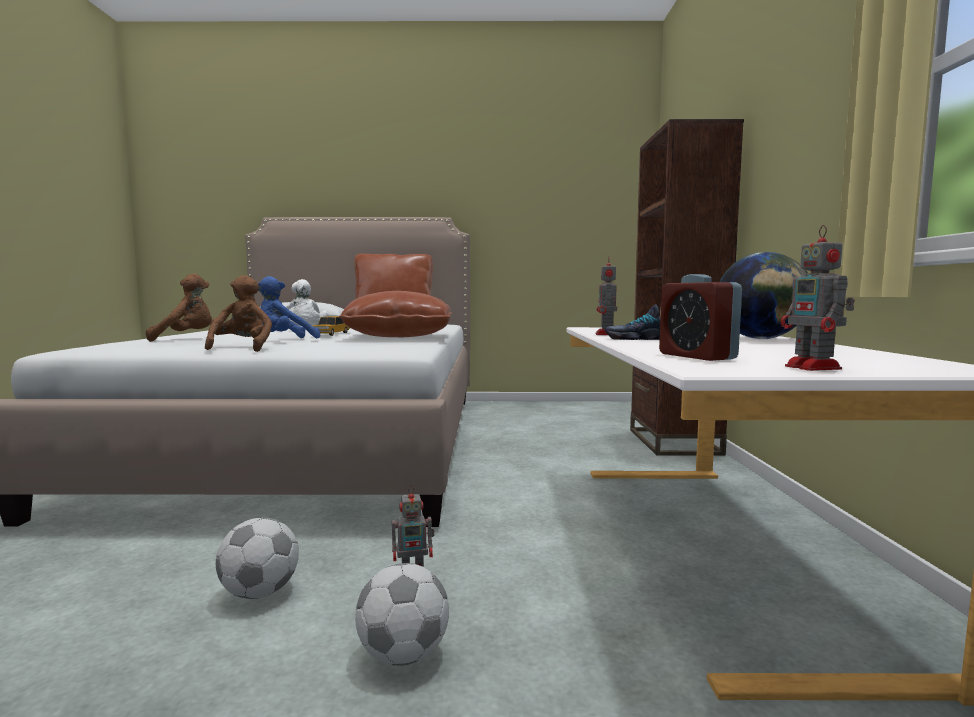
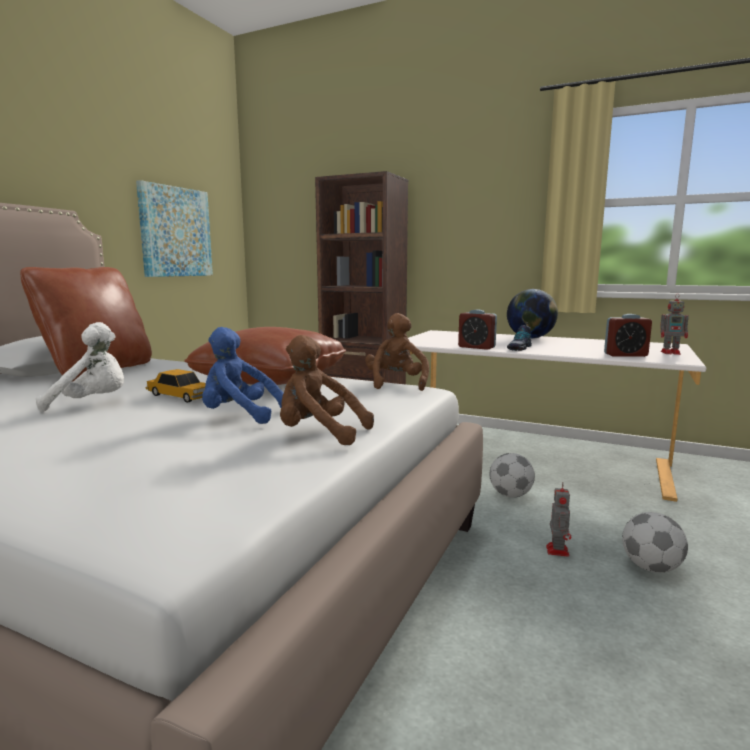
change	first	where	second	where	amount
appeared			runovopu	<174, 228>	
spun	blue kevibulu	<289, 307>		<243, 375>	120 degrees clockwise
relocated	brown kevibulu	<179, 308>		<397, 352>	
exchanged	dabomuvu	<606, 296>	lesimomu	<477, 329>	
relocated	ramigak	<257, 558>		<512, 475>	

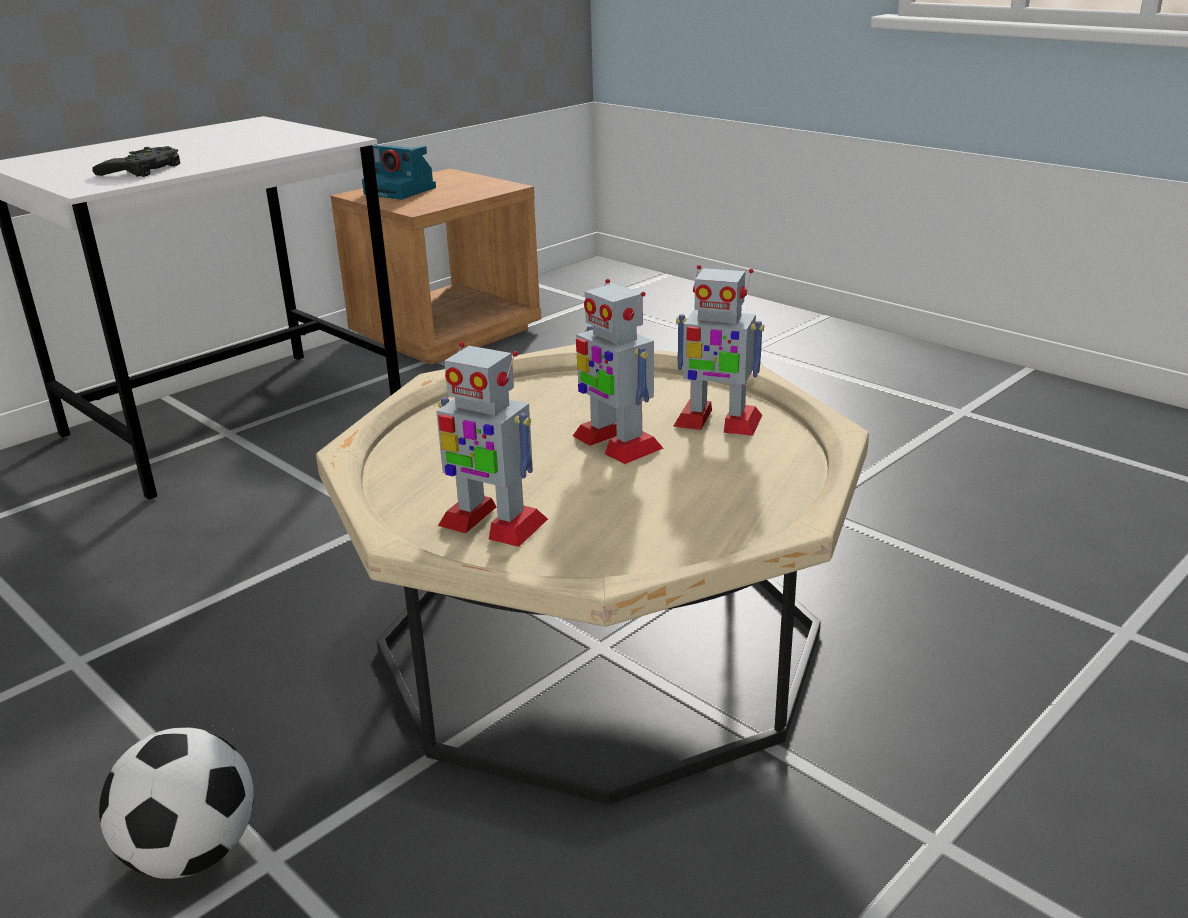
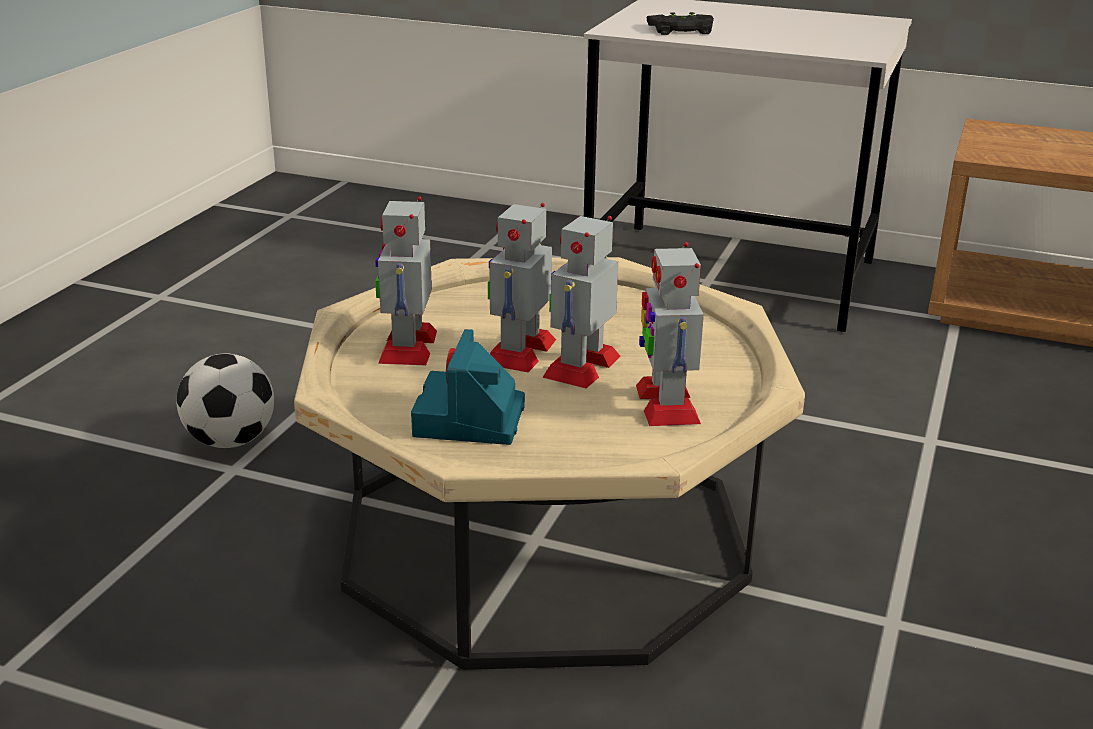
change	first	where	second	where	amount
relocated	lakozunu	<399, 172>		<468, 387>	
appeared			dabomuvu	<522, 287>	

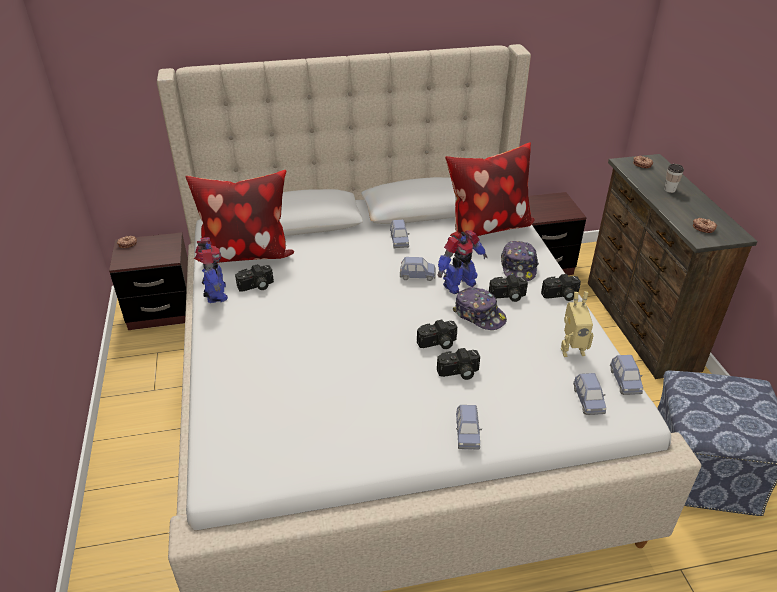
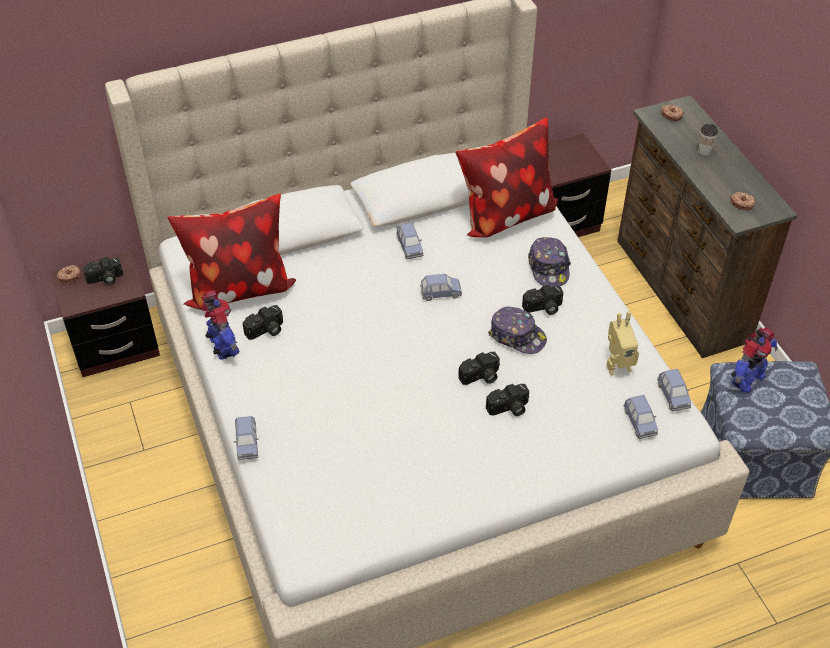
change	first	where	second	where	amount
relocated	lakozunu	<561, 287>		<103, 271>	
relocated	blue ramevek	<469, 427>		<246, 438>	
relocated	dabomuvu	<462, 262>		<754, 360>	

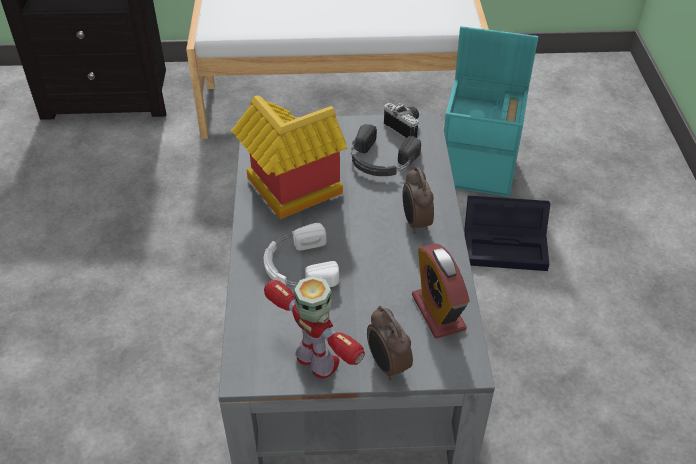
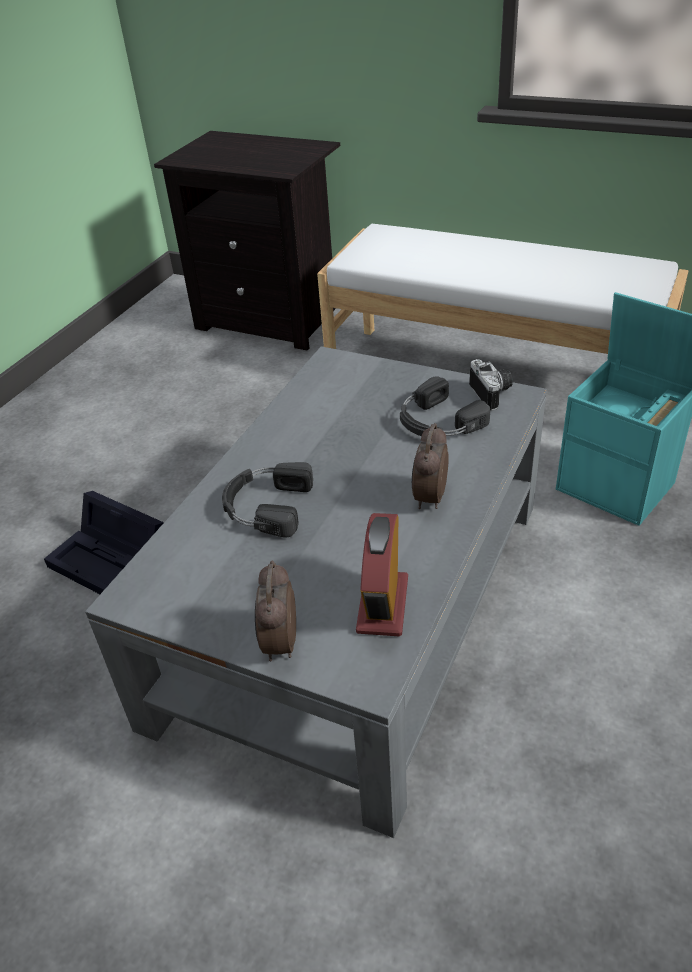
change	first	where	second	where	amount
relocated	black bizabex	<507, 233>		<104, 542>	
colour	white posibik	<301, 255>	black posibik	<267, 500>	
missing	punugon	<289, 157>			
missing	dabomuvu	<314, 327>			

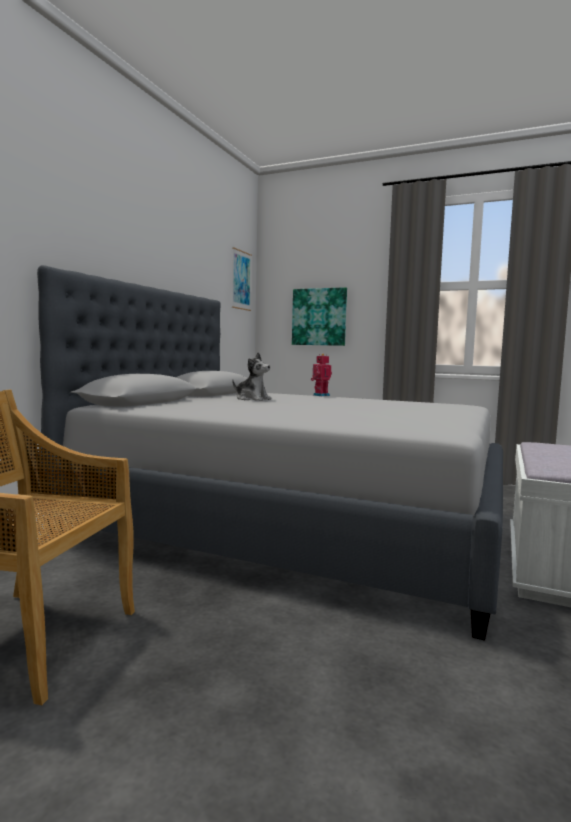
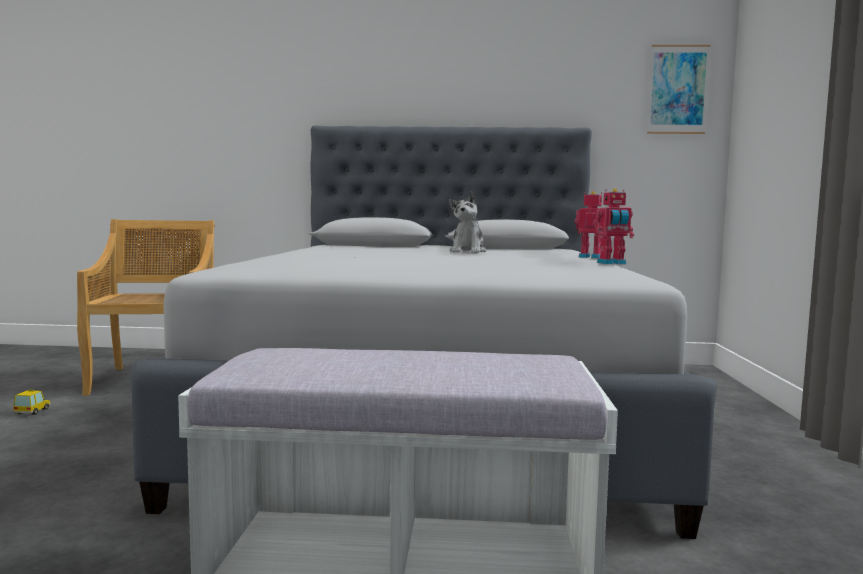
change	first	where	second	where	amount
appeared			ramevek	<32, 402>	
appeared			dabomuvu	<614, 226>	
missing	runovopu	<319, 316>			

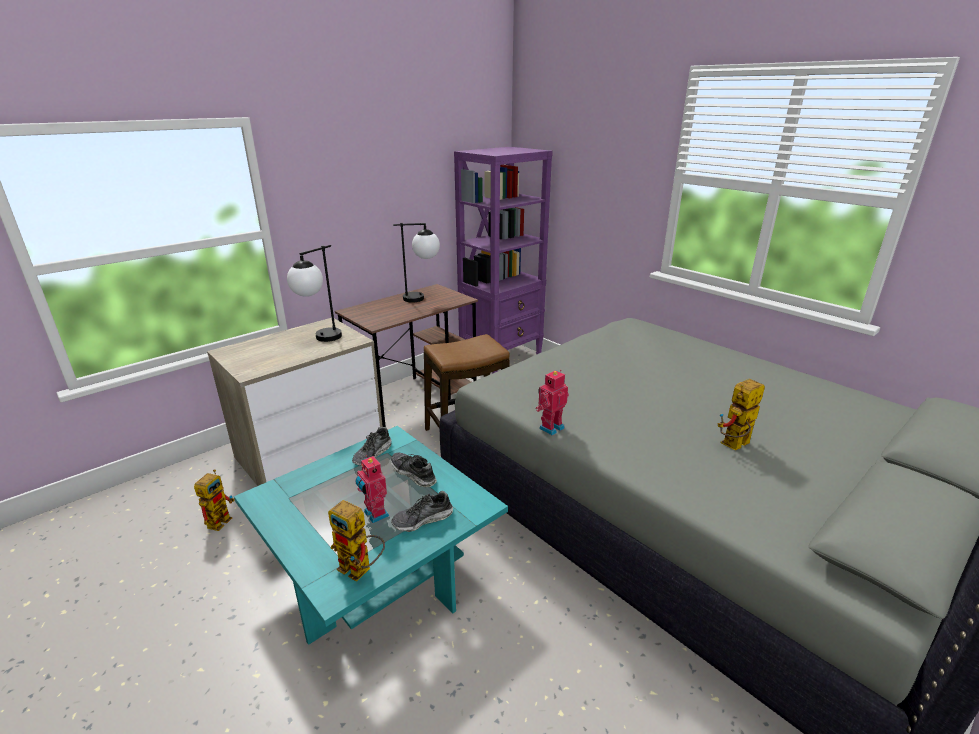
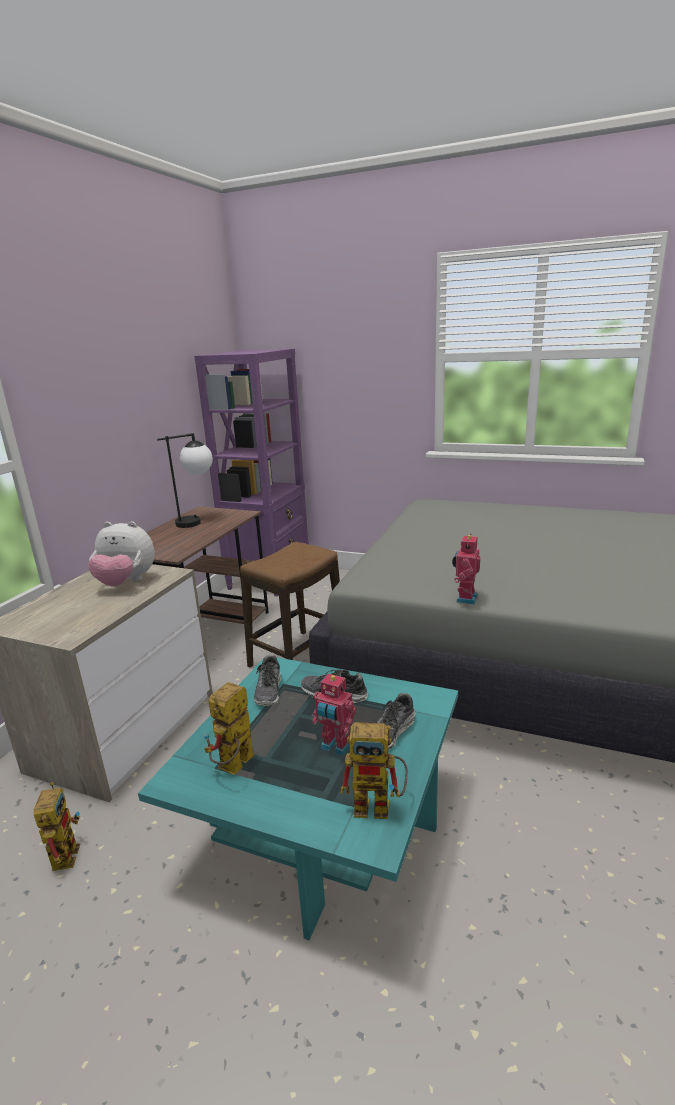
change	first	where	second	where	amount
exchanged	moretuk	<314, 293>	kevibulu	<121, 554>	
relocated	dabomuvu	<741, 414>		<229, 728>	

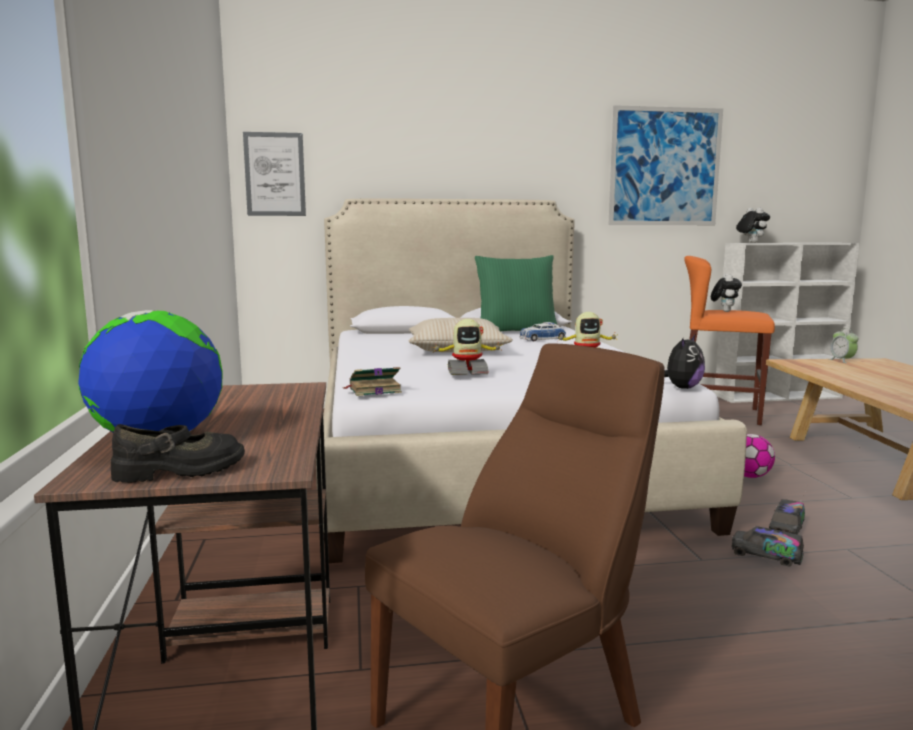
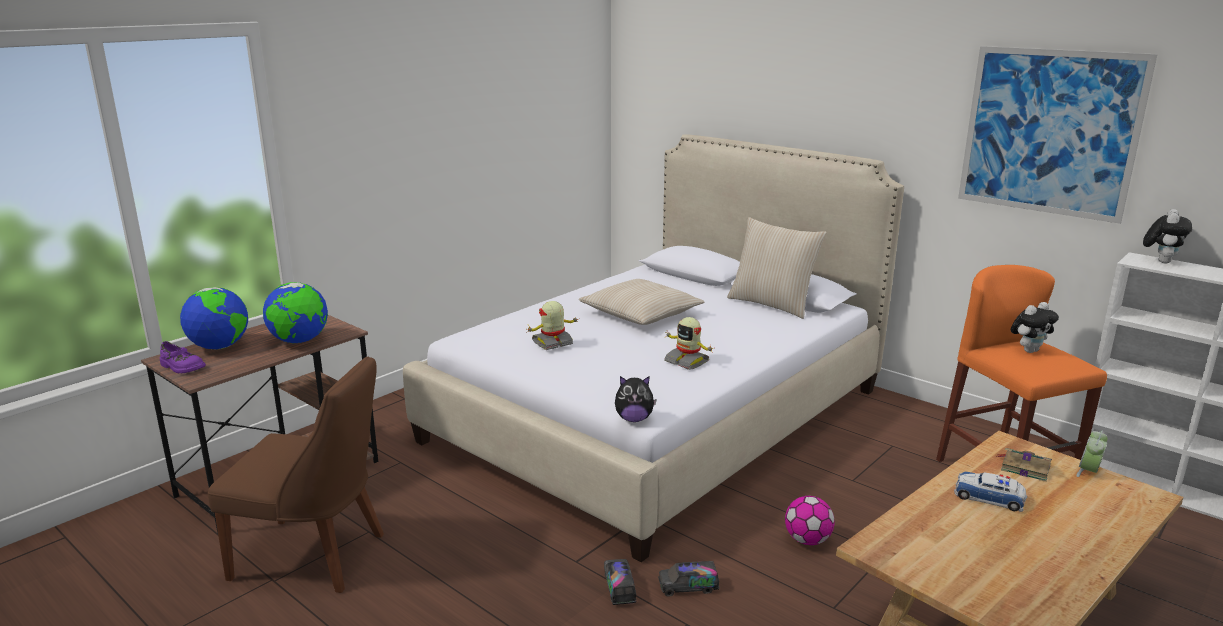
change	first	where	second	where	amount
colour	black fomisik	<178, 453>	purple fomisik	<183, 357>	
appeared			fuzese	<295, 312>	
spun	dabomuvu	<466, 347>		<553, 325>	105 degrees clockwise
colour	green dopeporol	<516, 293>	beige dopeporol	<777, 268>	
relocated	ramevek	<543, 331>		<990, 492>	
relocated	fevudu	<372, 381>		<1024, 465>	
missing	runovopu	<274, 174>			

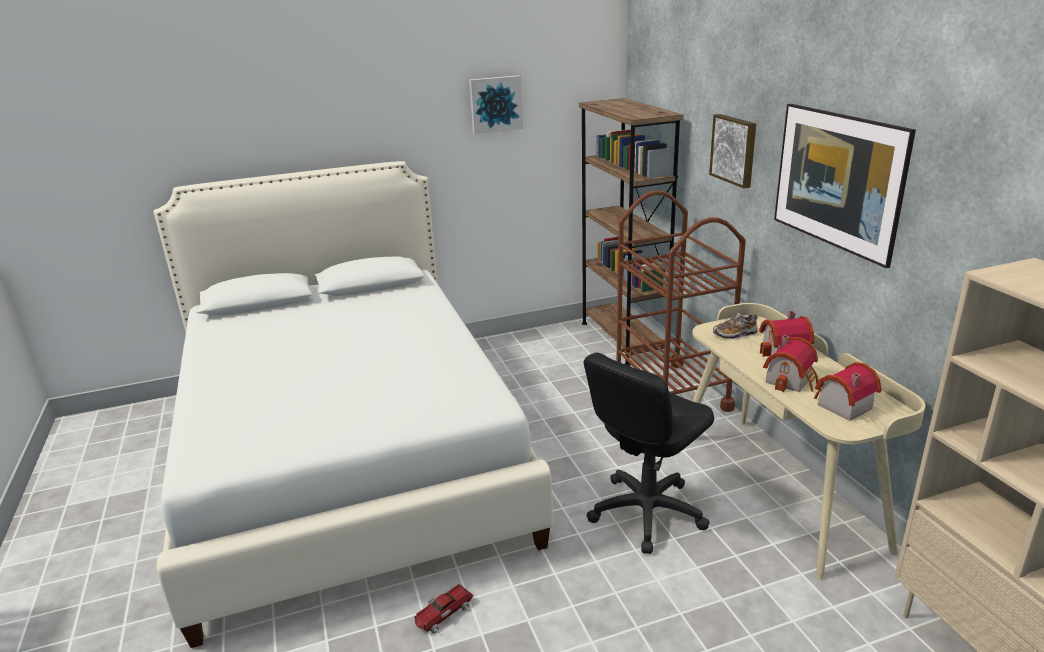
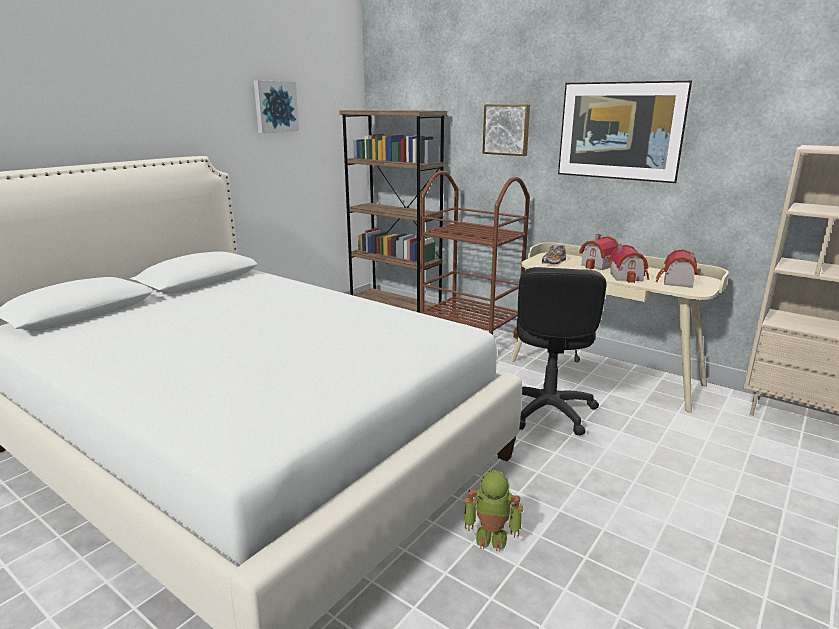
change	first	where	second	where	amount
exchanged	ramevek	<443, 608>	dabomuvu	<493, 511>	

